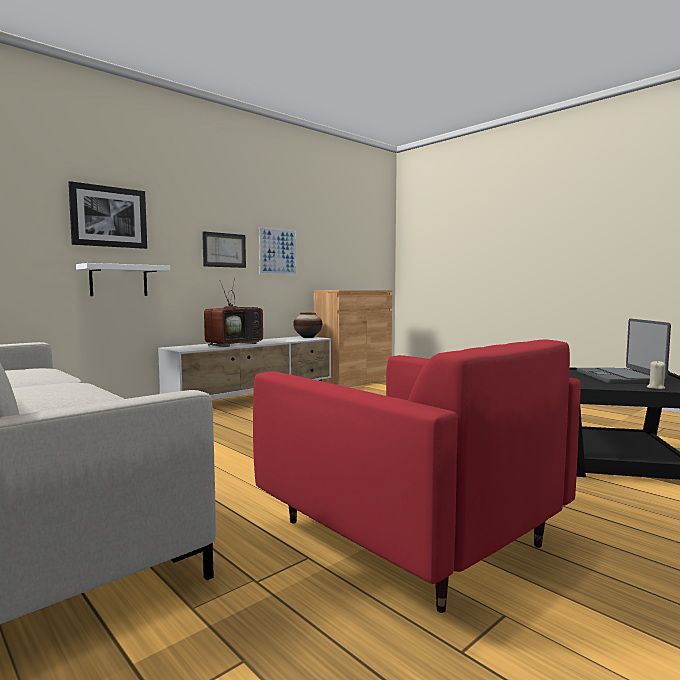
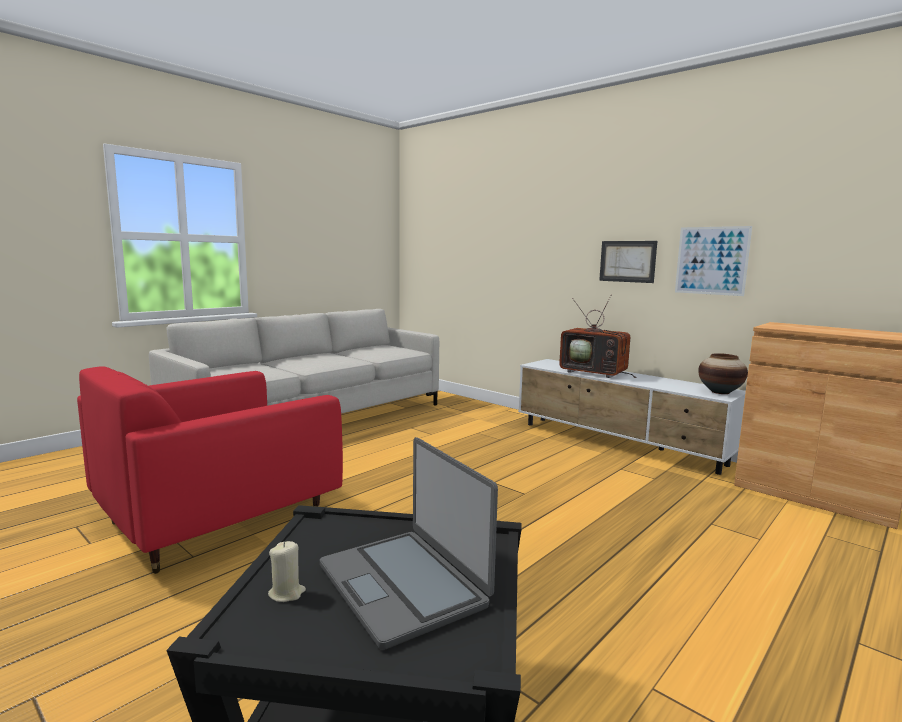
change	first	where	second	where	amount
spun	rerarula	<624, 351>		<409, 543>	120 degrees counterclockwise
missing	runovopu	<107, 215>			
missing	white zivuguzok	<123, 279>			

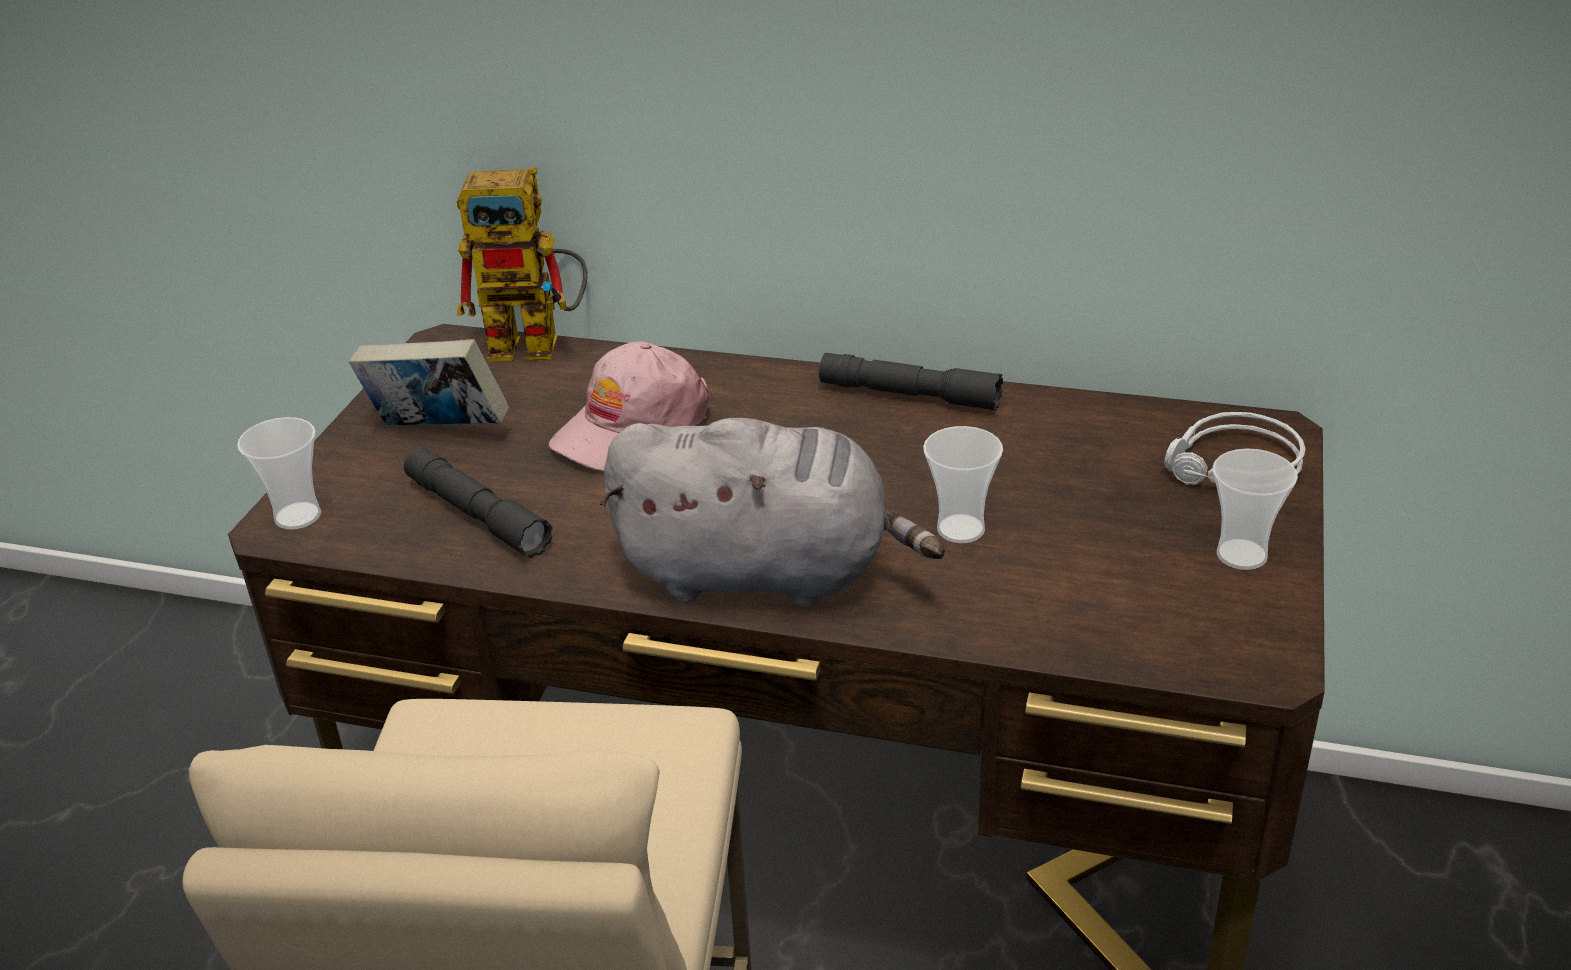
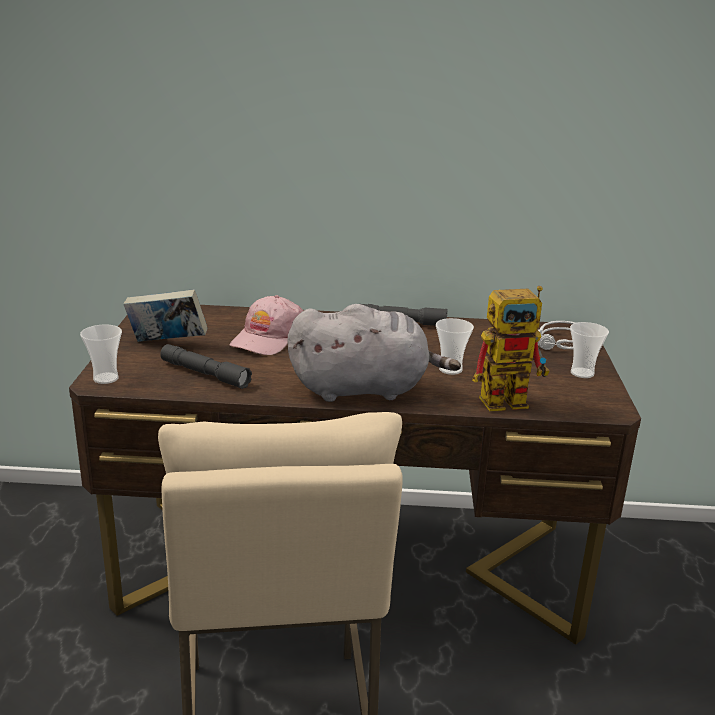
change	first	where	second	where	amount
relocated	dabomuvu	<522, 264>		<510, 348>	

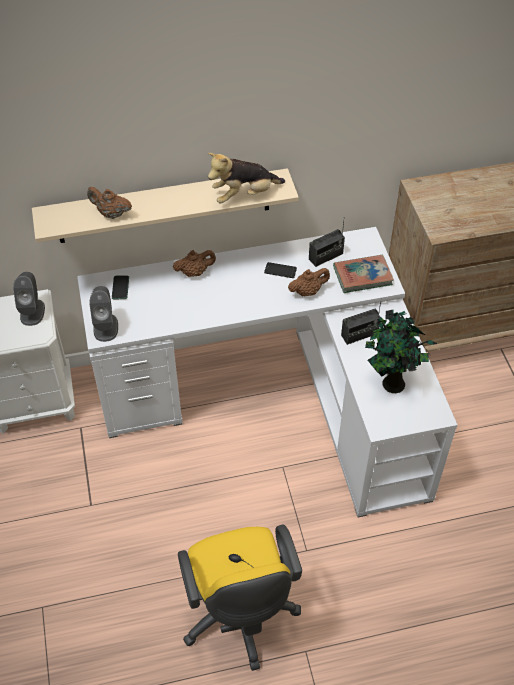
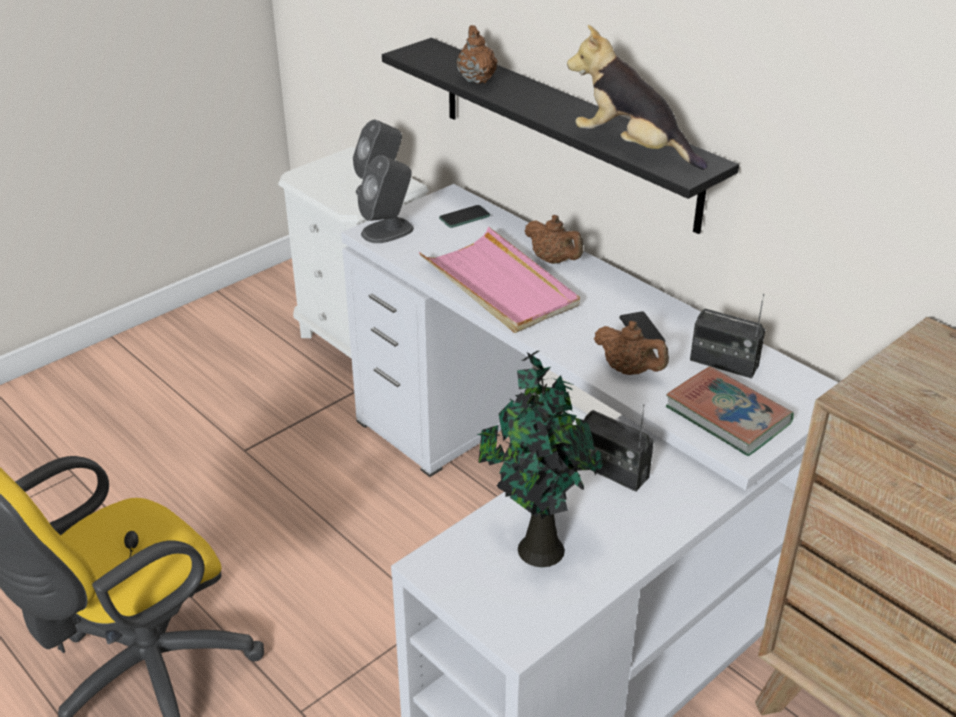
change	first	where	second	where	amount
colour	beige zivuguzok	<165, 205>	black zivuguzok	<560, 136>	
appeared			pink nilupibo	<499, 280>	

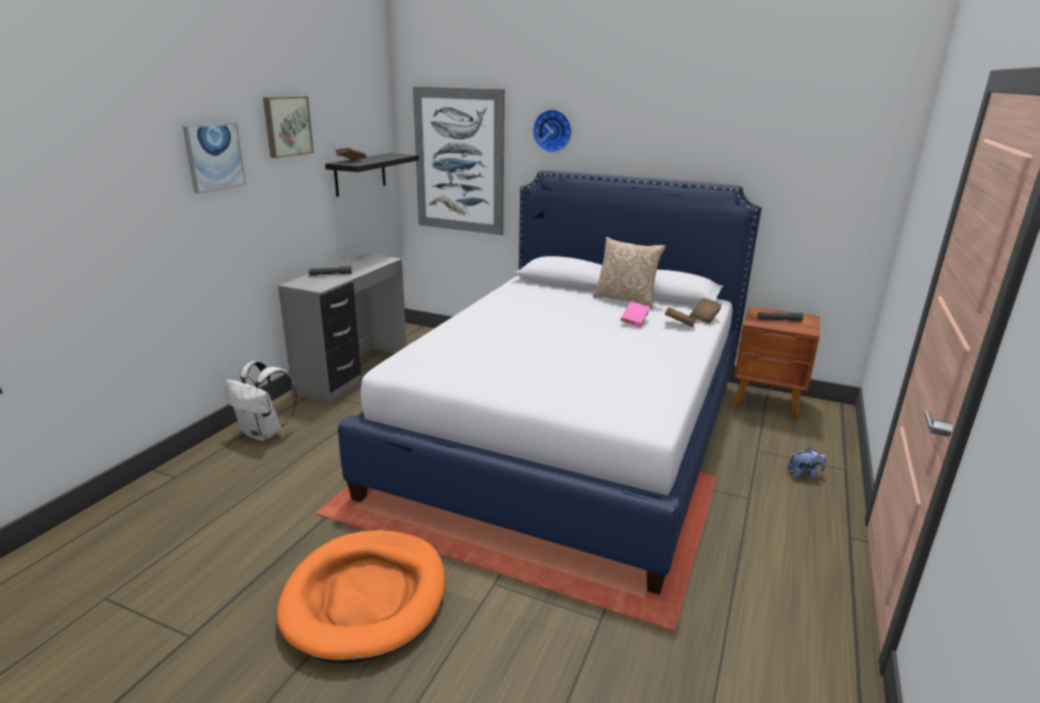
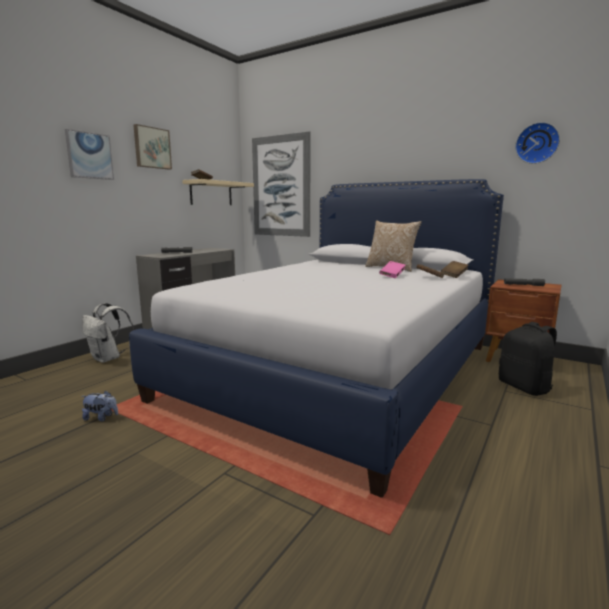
change	first	where	second	where	amount
relocated	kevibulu	<806, 463>		<100, 405>	
colour	black zivuguzok	<372, 175>	beige zivuguzok	<218, 192>	
appeared			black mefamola	<528, 359>	
relocated	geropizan	<552, 131>		<537, 143>	
missing	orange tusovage	<361, 597>			

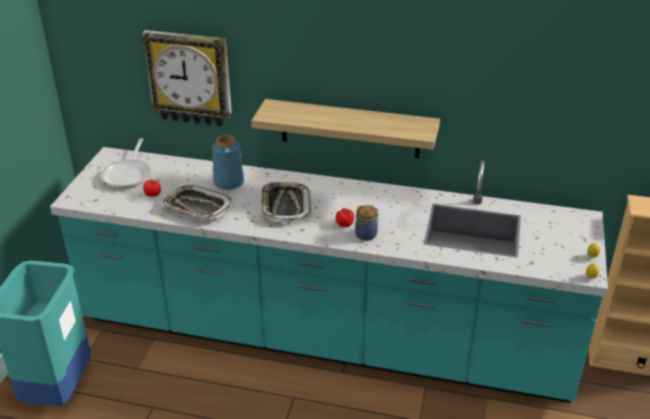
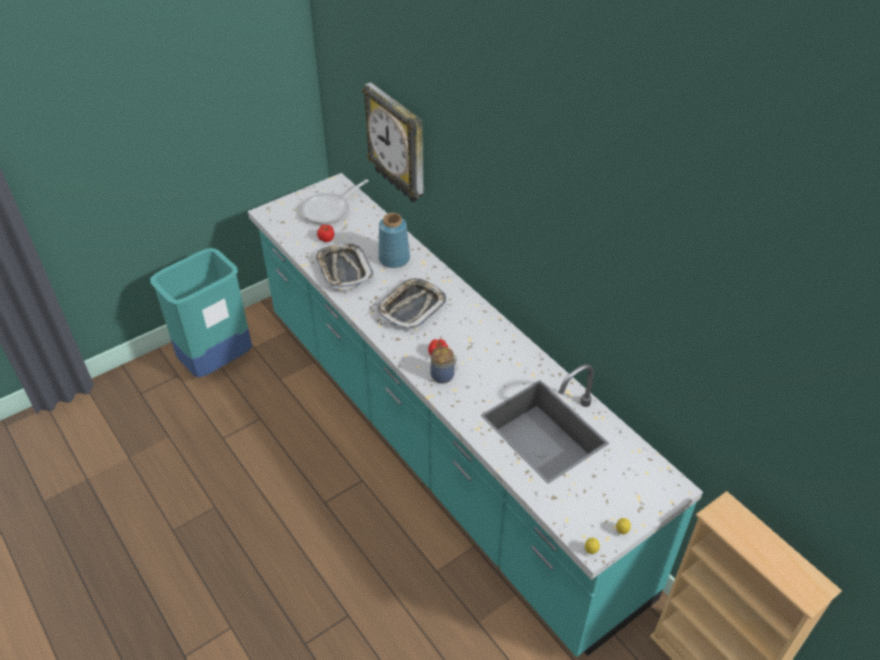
change	first	where	second	where	amount
missing	zivuguzok	<345, 128>			

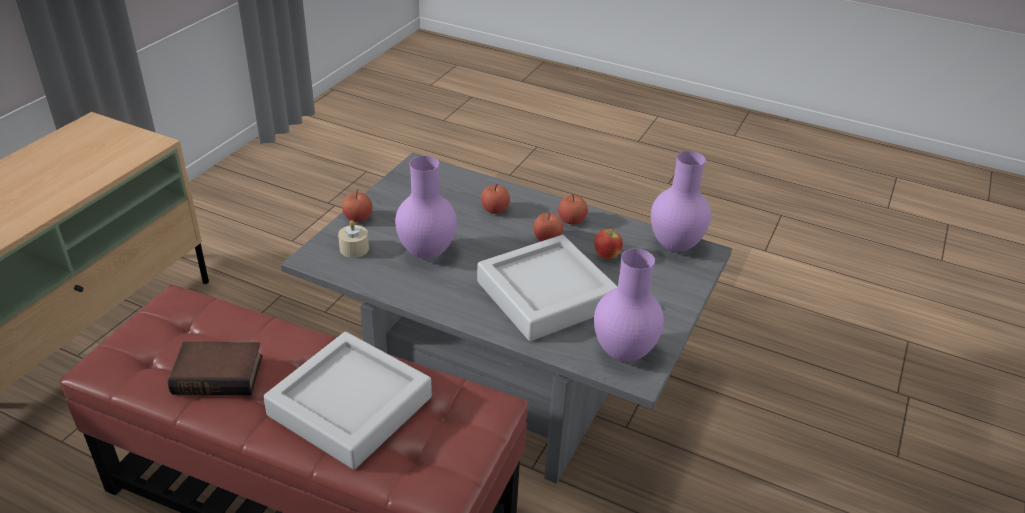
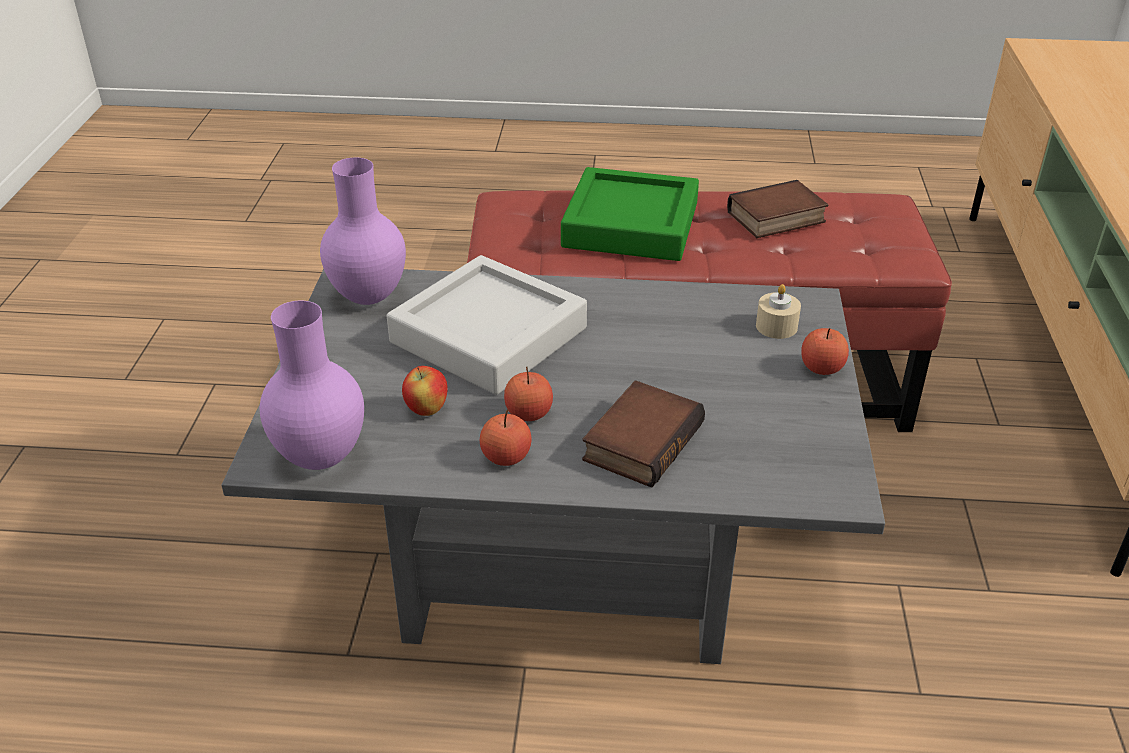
change	first	where	second	where	amount
colour	grey nilupibo	<347, 400>	green nilupibo	<630, 214>	
exchanged	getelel	<495, 199>	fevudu	<643, 434>	
missing	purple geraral	<426, 207>			

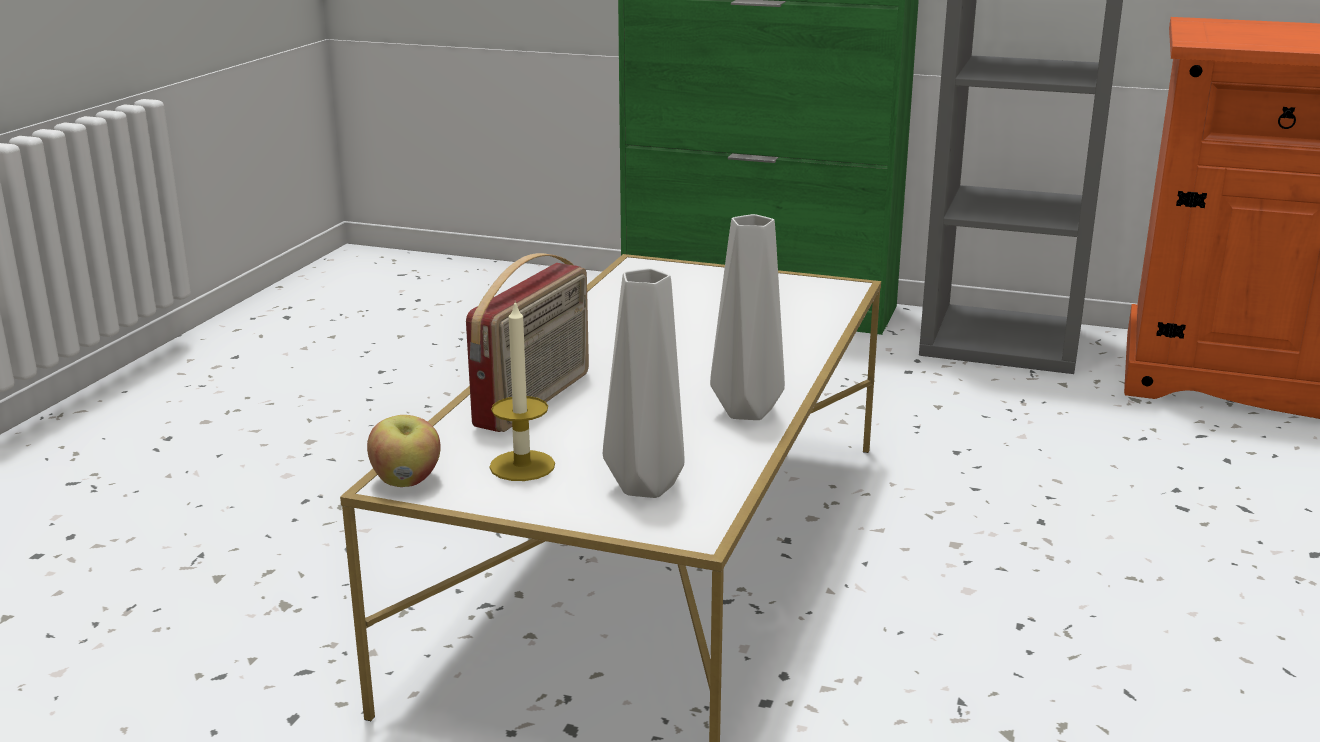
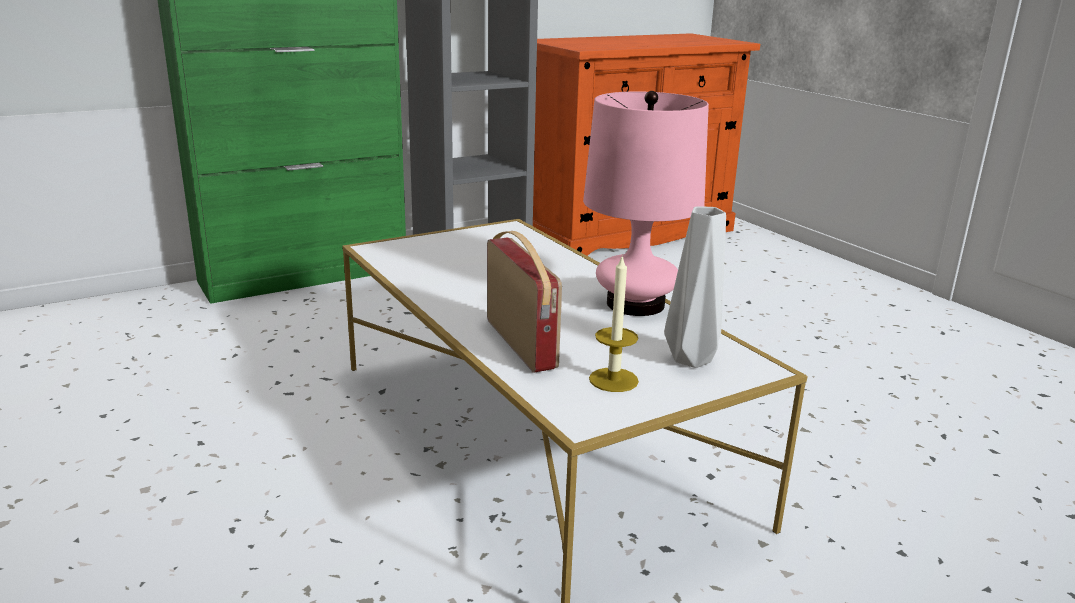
change	first	where	second	where	amount
exchanged	grey geraral	<747, 317>	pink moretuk	<646, 203>	
missing	getelel	<404, 451>			

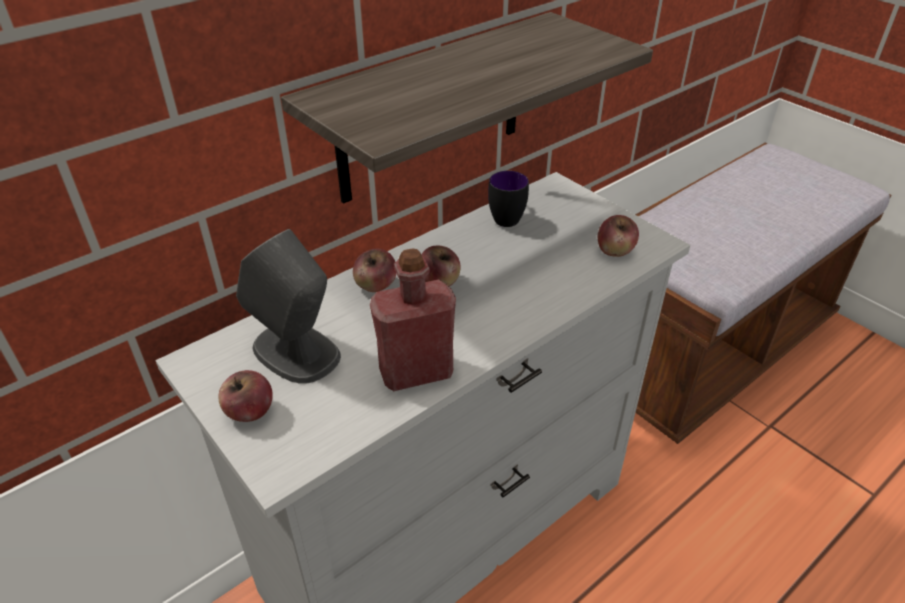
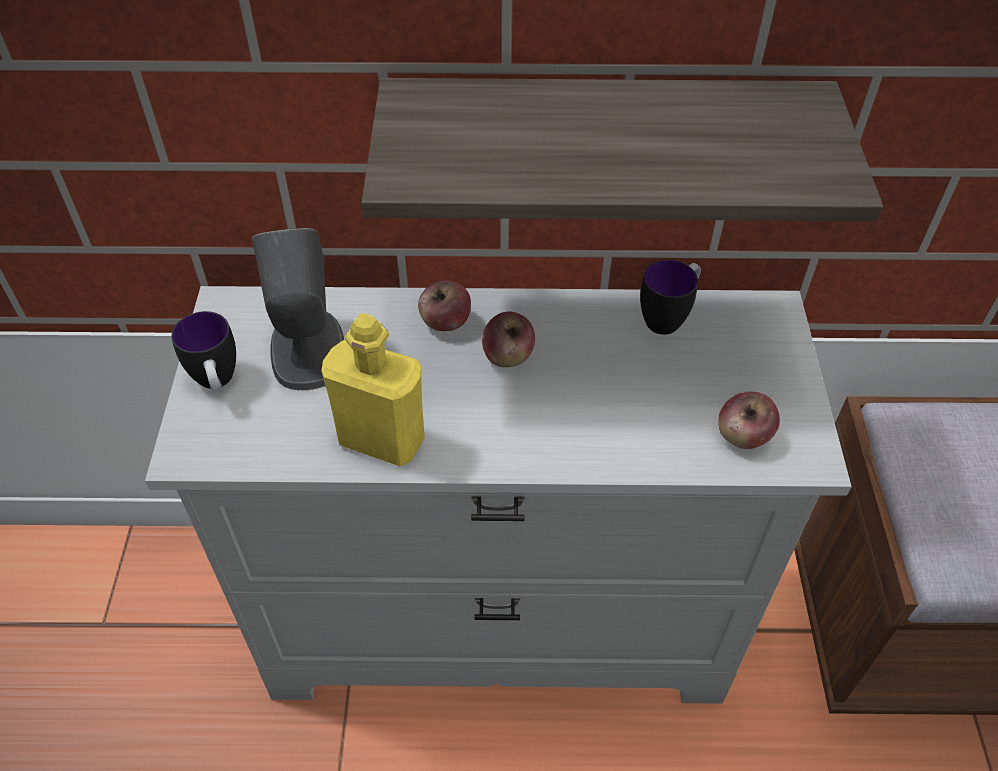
change	first	where	second	where	amount
exchanged	getelel	<245, 396>	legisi	<203, 350>	
colour	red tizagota	<413, 319>	yellow tizagota	<373, 390>	

